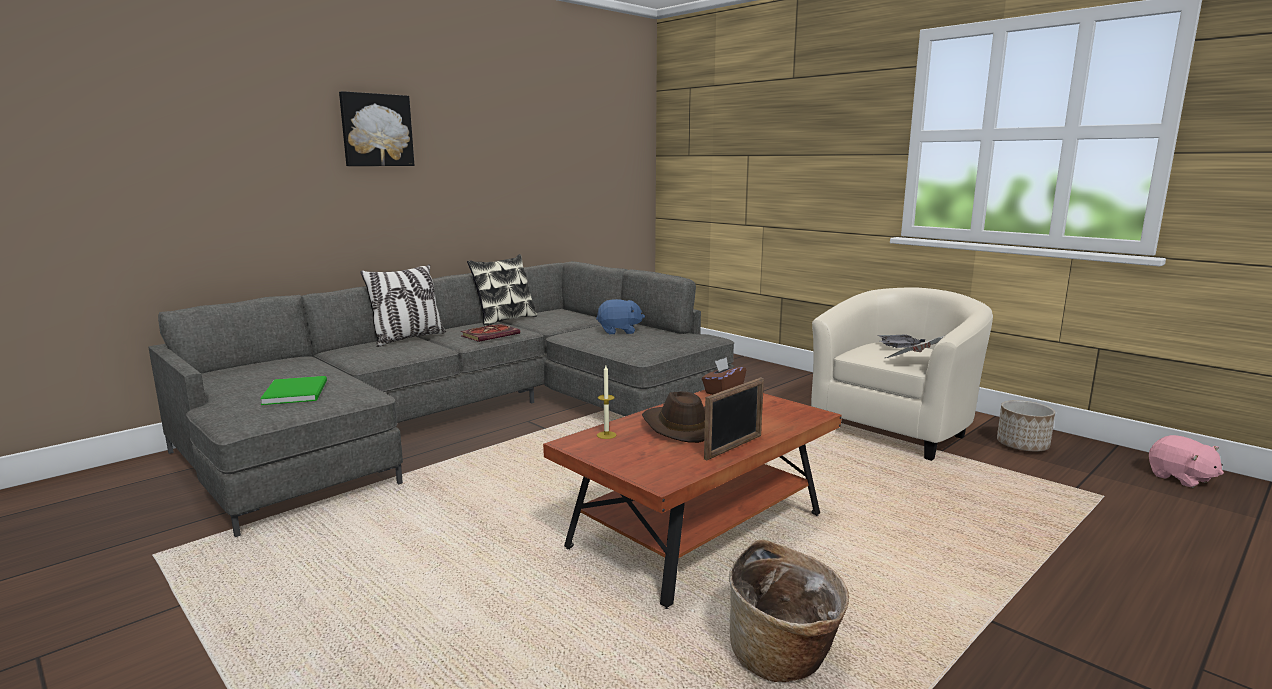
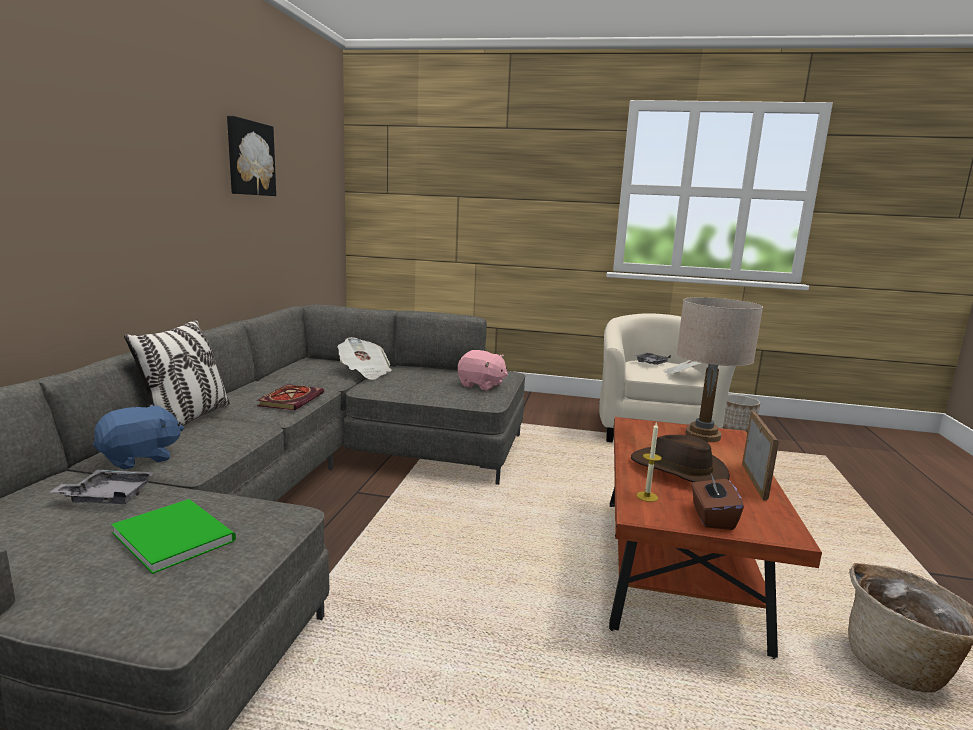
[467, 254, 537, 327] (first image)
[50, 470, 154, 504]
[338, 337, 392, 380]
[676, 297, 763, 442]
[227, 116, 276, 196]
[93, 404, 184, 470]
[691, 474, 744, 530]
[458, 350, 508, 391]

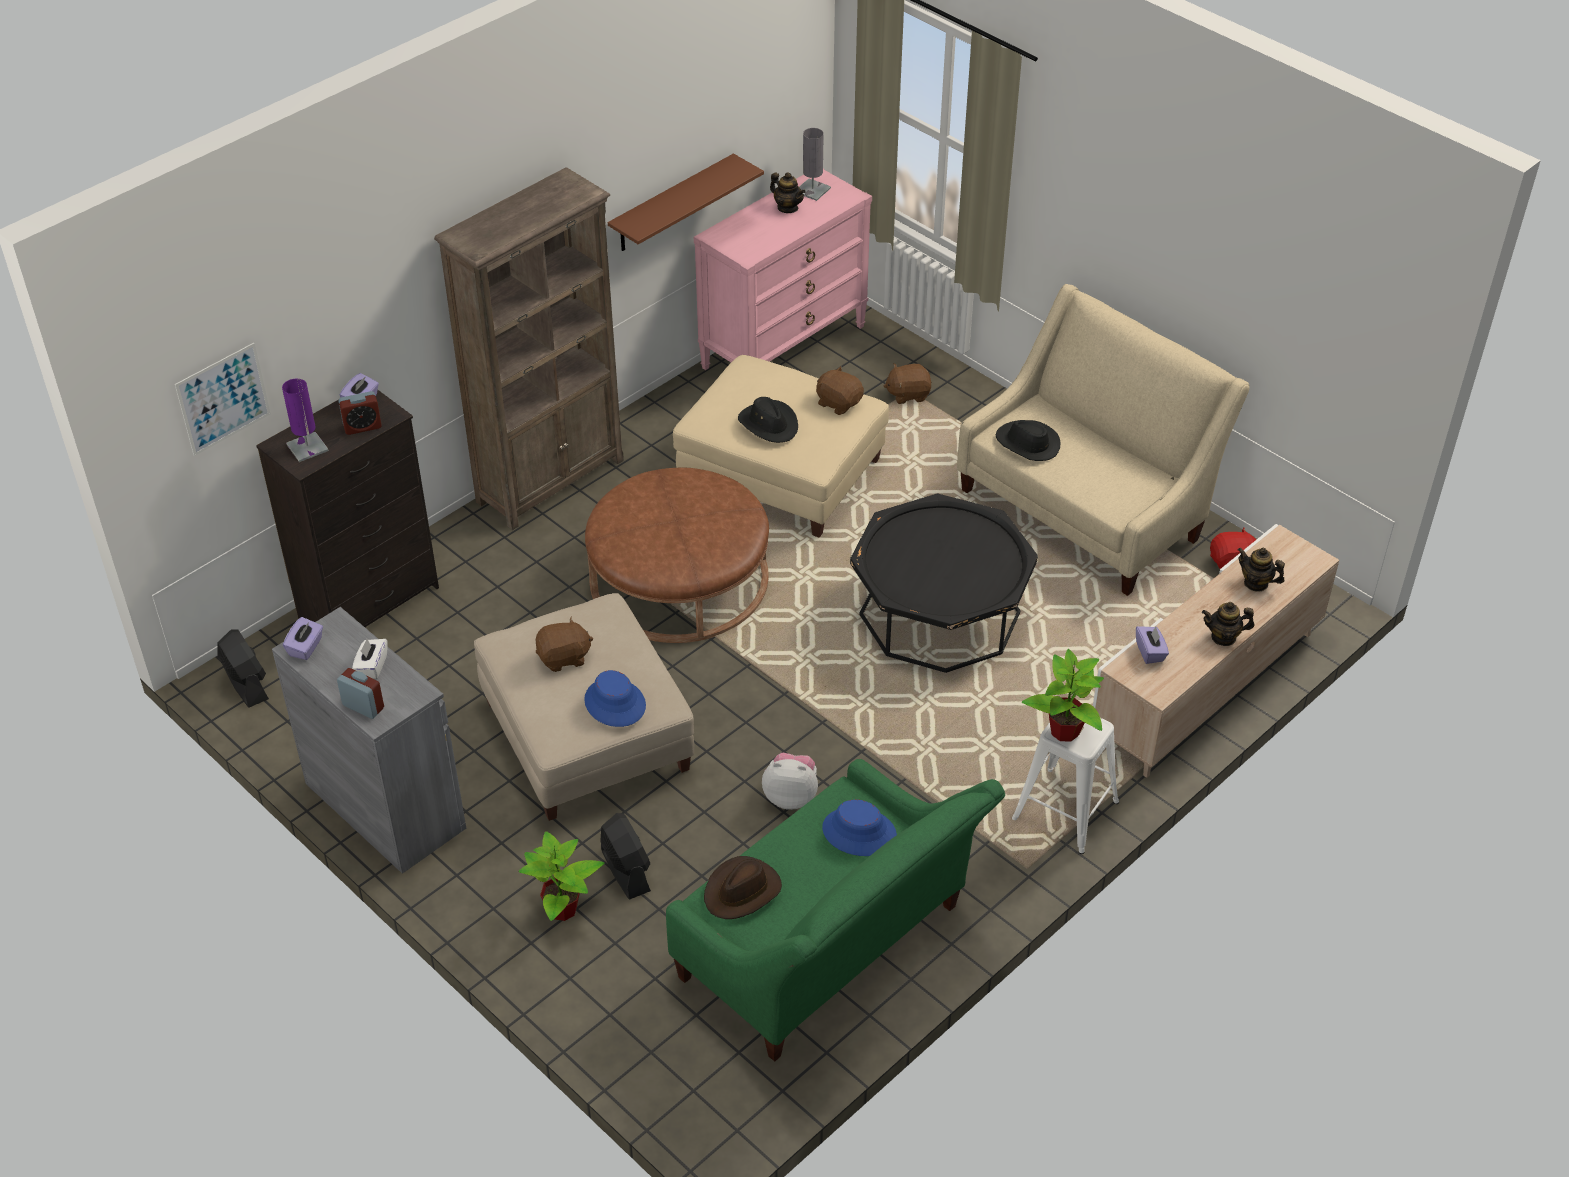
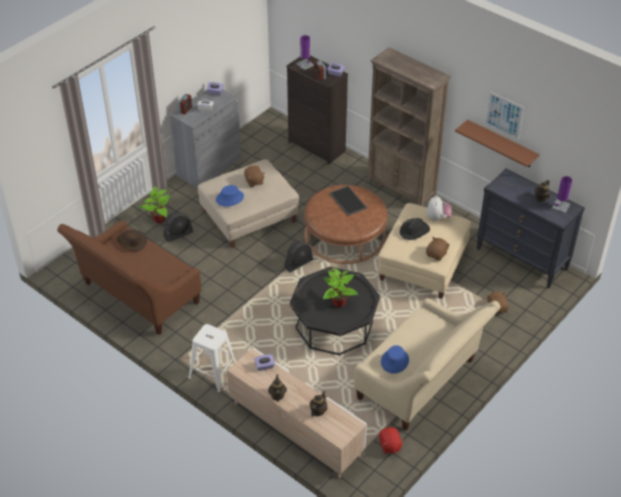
[996, 420, 1061, 461] (first image)
[329, 186, 367, 216]
[485, 91, 524, 140]
[284, 241, 313, 273]
[427, 195, 452, 221]
[381, 345, 409, 374]
[323, 268, 358, 307]
[57, 220, 202, 335]
[477, 169, 585, 288]
[552, 176, 572, 213]

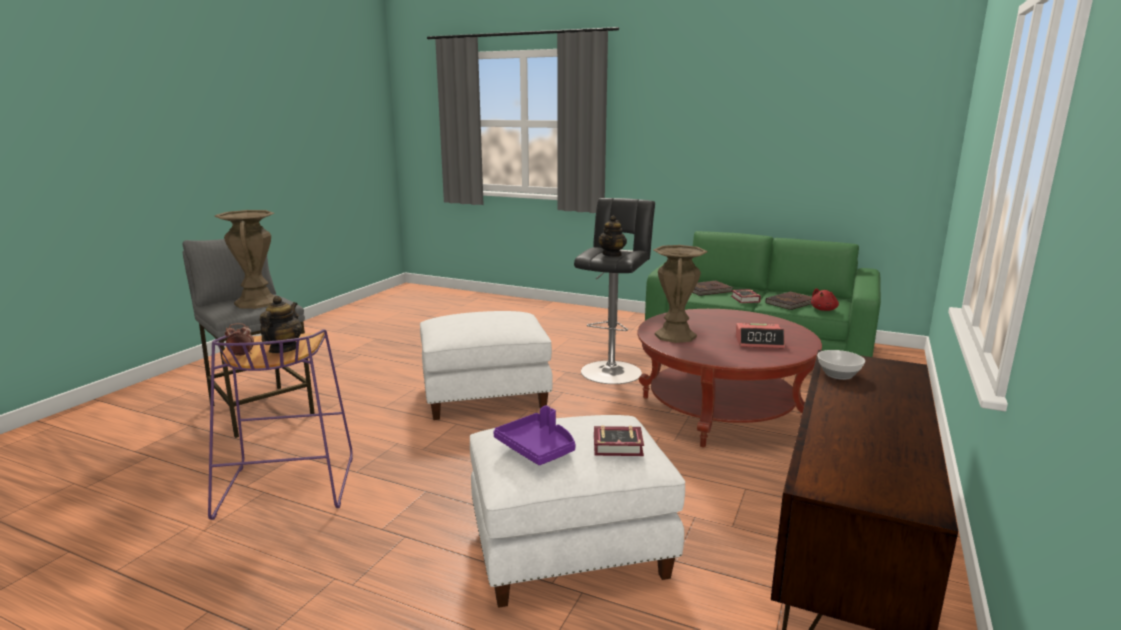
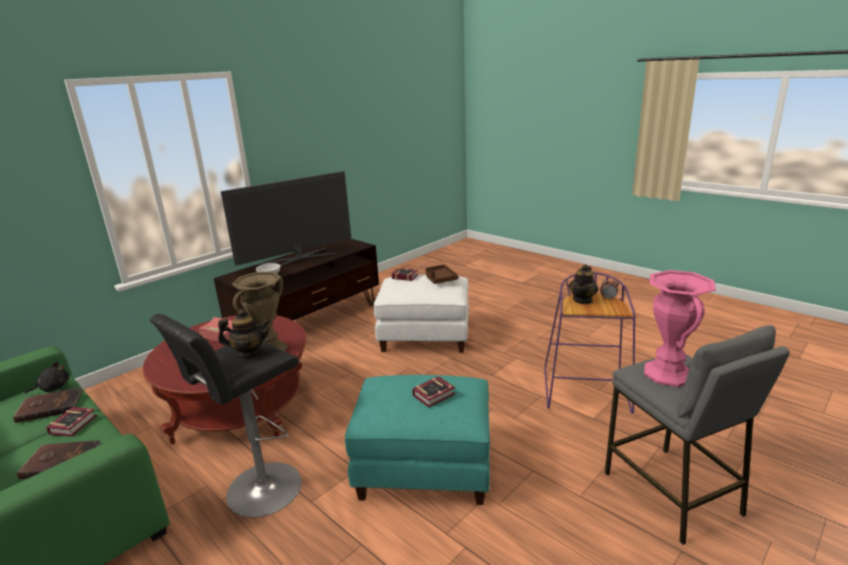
[220, 171, 351, 266]
[412, 376, 455, 407]
[644, 270, 716, 387]
[345, 375, 490, 505]
[426, 265, 458, 284]
[25, 361, 69, 394]
[218, 309, 271, 358]

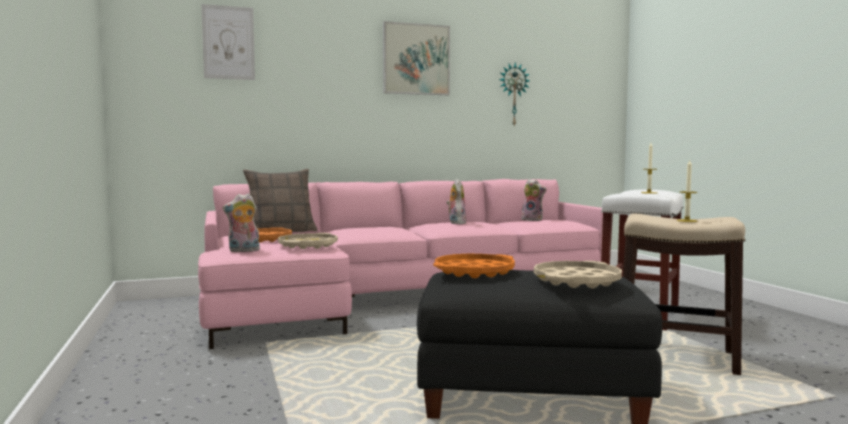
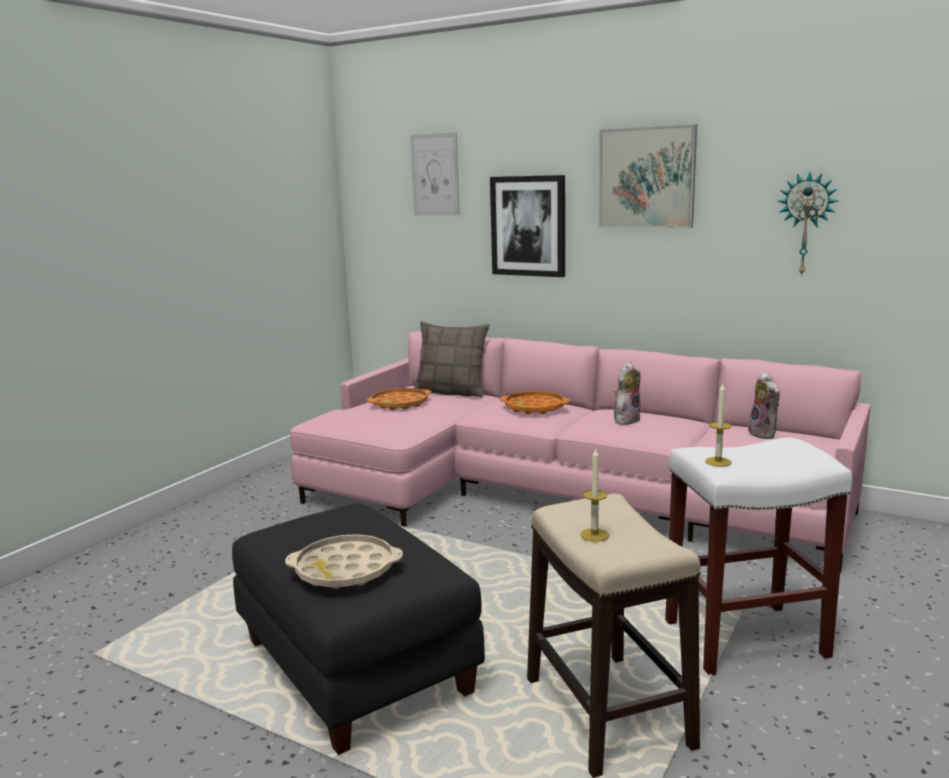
[222, 194, 260, 252] (first image)
[278, 233, 338, 249] (first image)
[490, 175, 565, 277]
[500, 391, 570, 414]

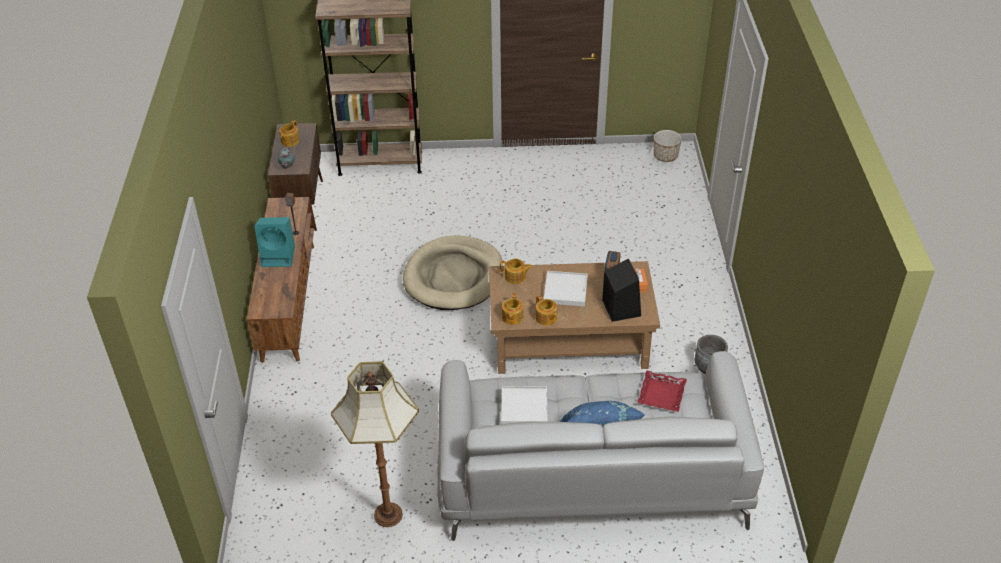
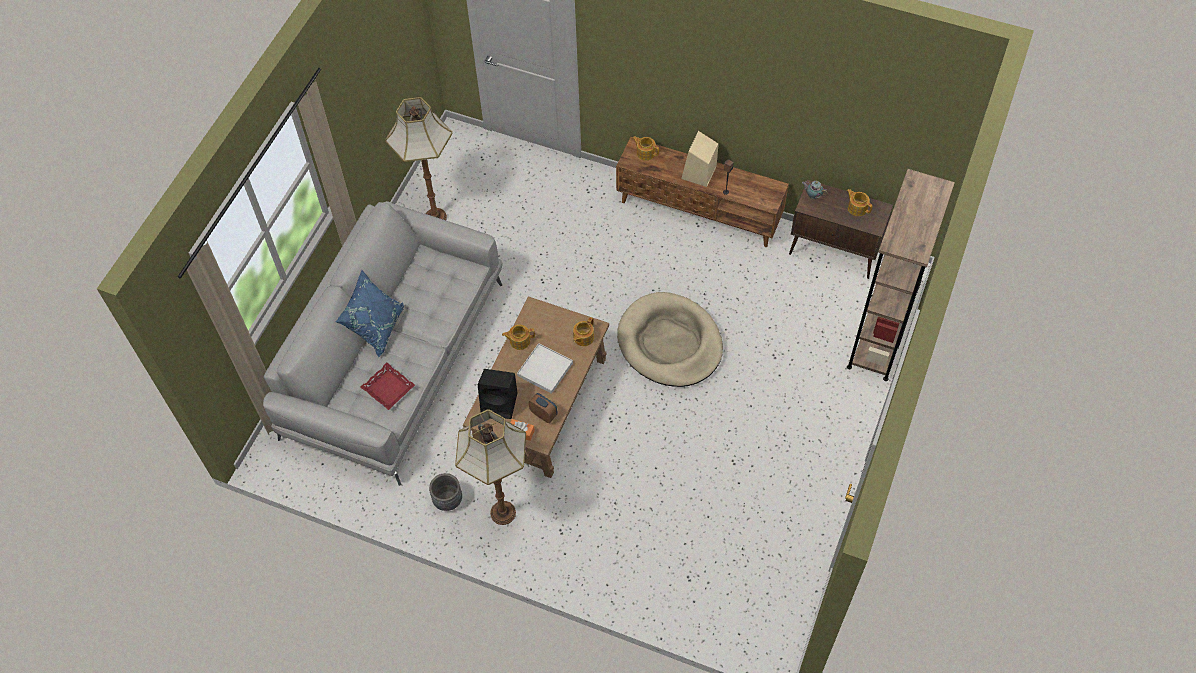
[501, 386, 547, 424] (first image)
[653, 130, 682, 162] (first image)
[455, 409, 526, 525]
[633, 136, 659, 161]
[681, 131, 719, 187]

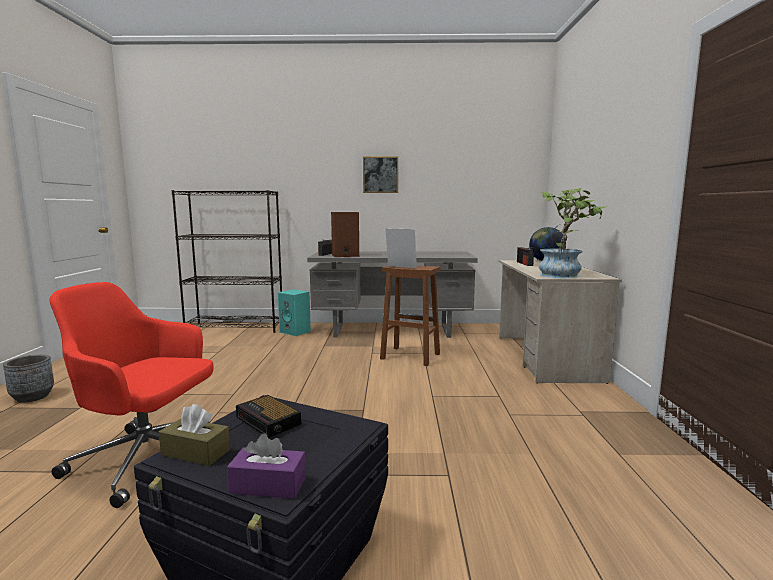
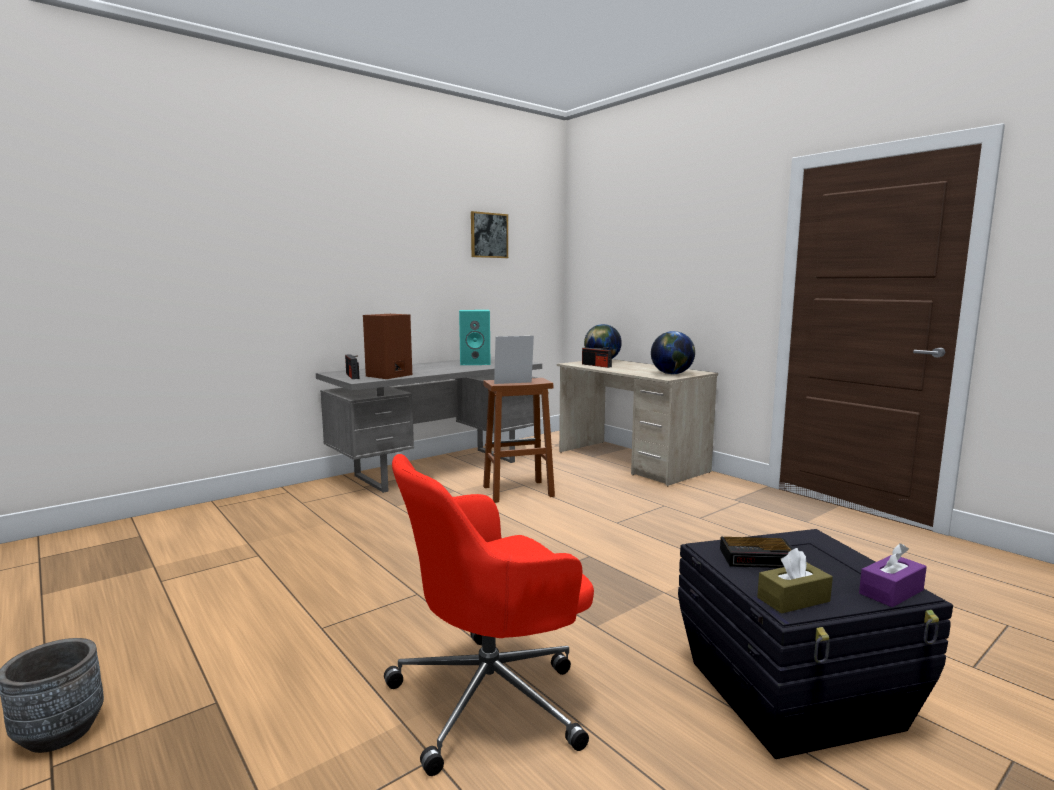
[172, 190, 282, 333] (first image)
[459, 310, 490, 365]
[471, 211, 508, 258]
[651, 331, 695, 374]

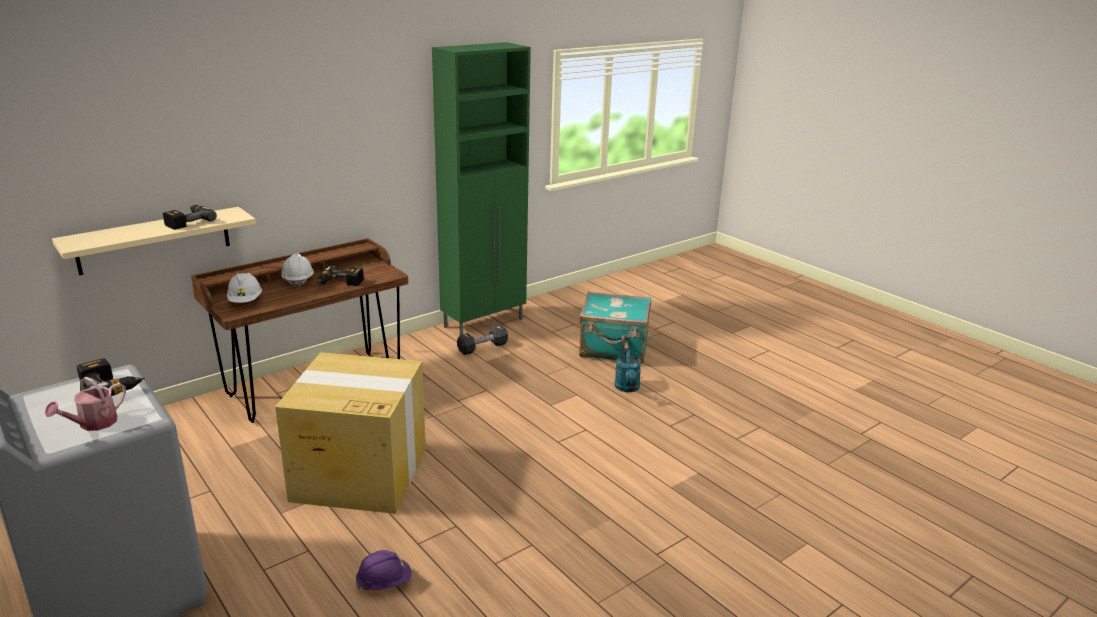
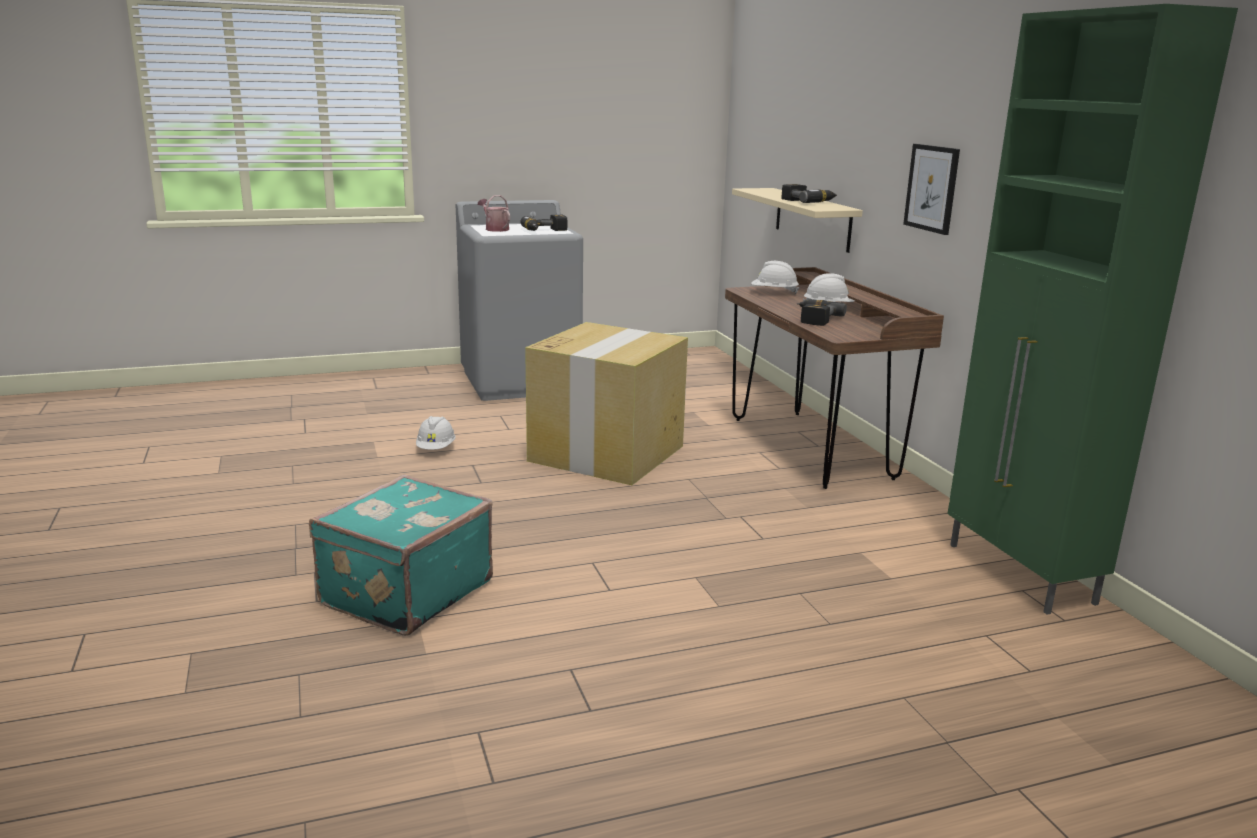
[457, 325, 508, 355] (first image)
[615, 348, 641, 392] (first image)
[903, 144, 960, 235]
[309, 474, 493, 636]
[416, 416, 456, 450]

